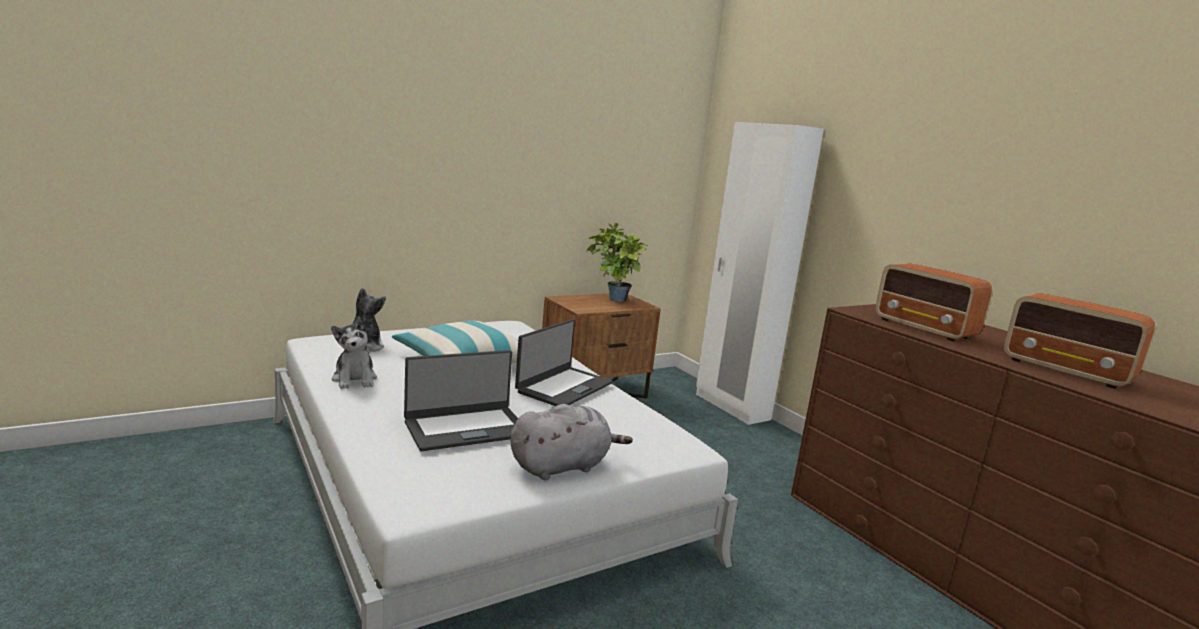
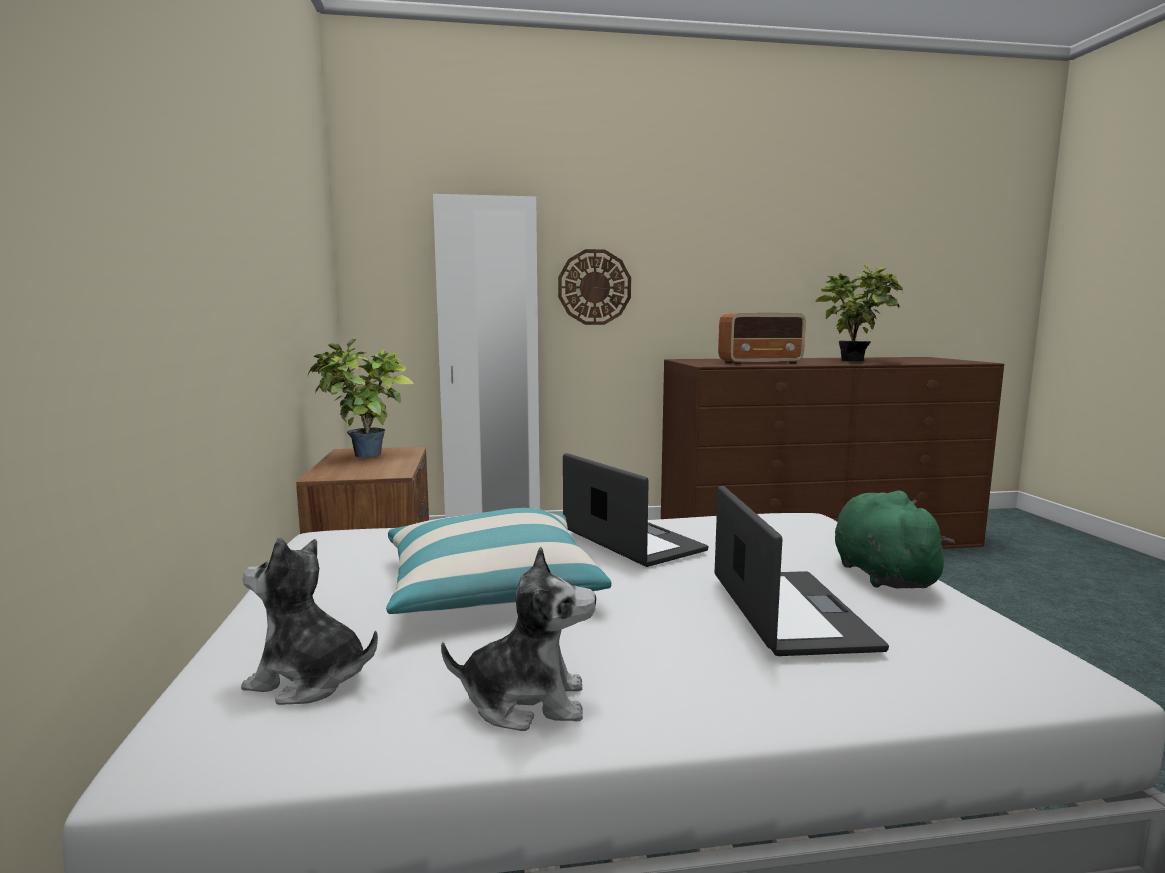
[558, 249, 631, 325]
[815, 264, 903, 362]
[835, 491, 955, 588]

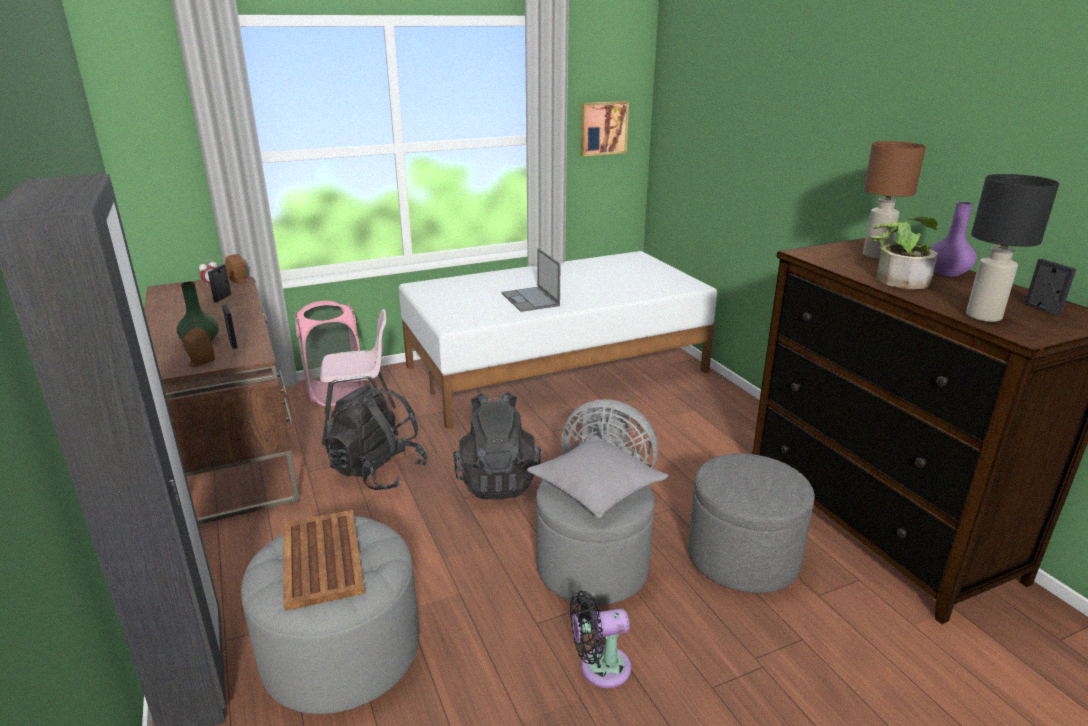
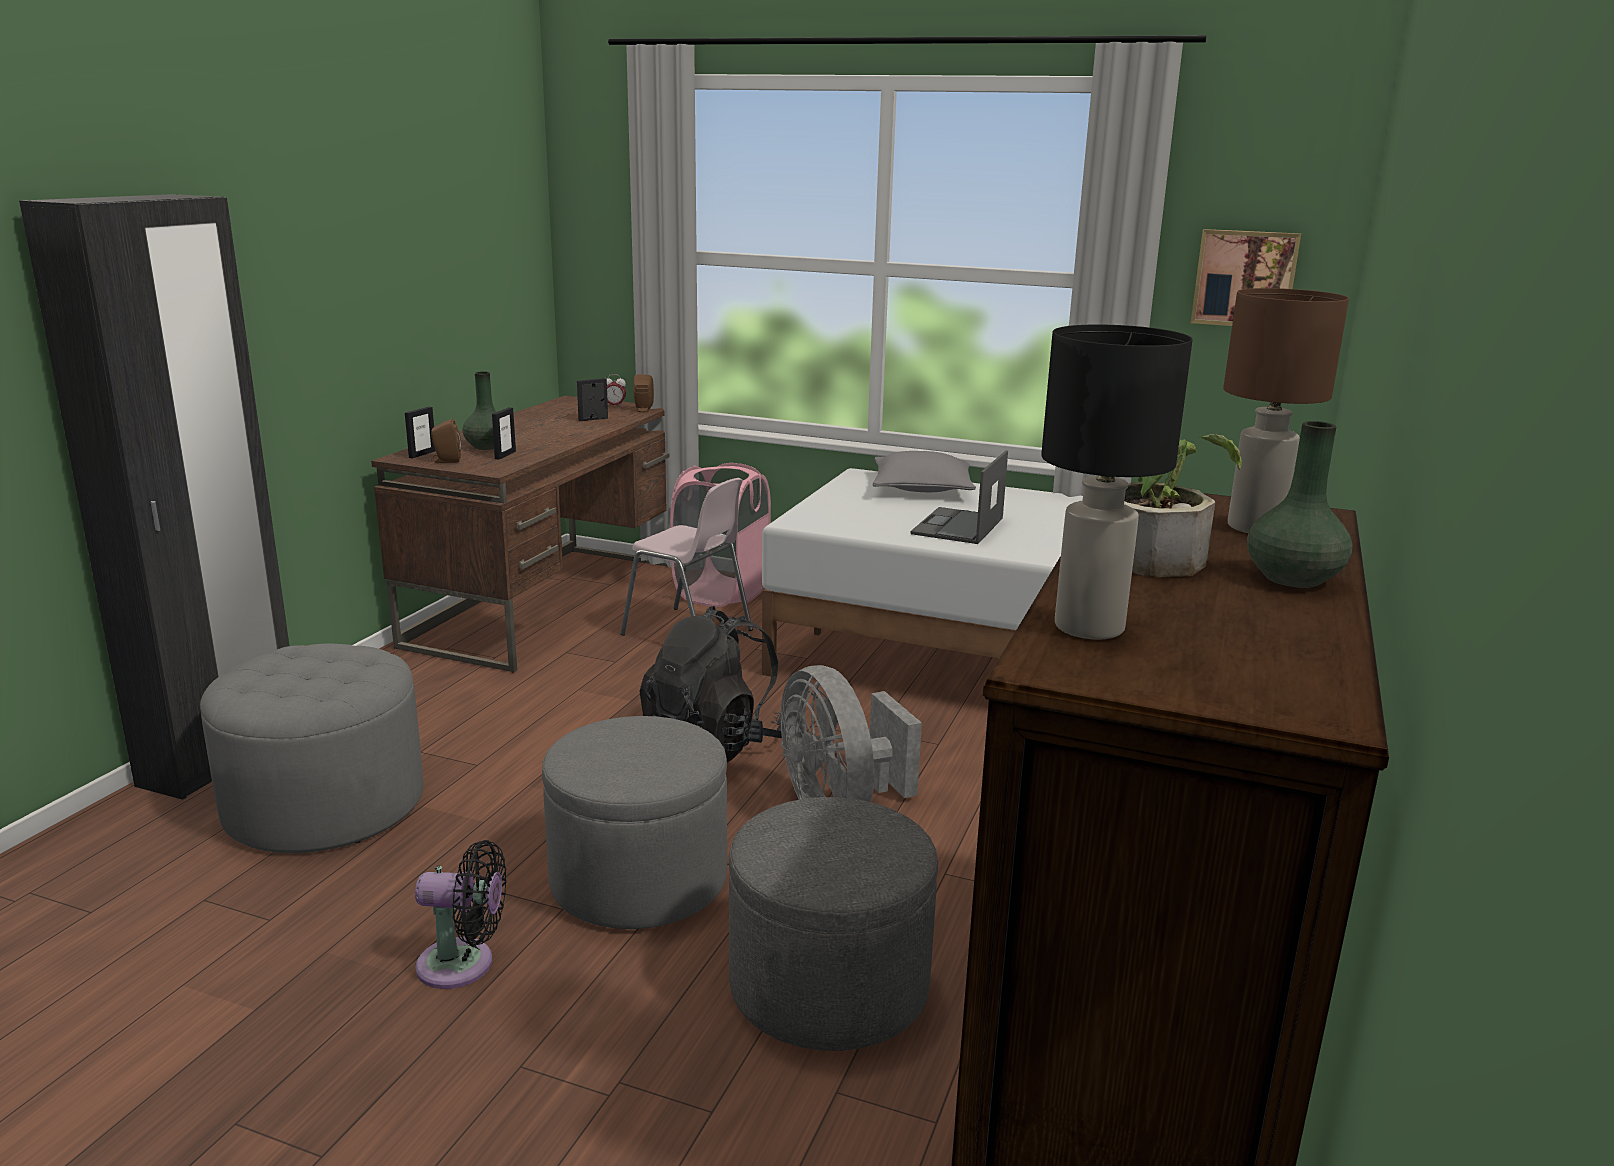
[283, 510, 365, 611] (first image)
[325, 384, 427, 490] (first image)
[873, 451, 976, 492]
[405, 407, 436, 459]
[1247, 421, 1353, 588]
[415, 840, 507, 989]

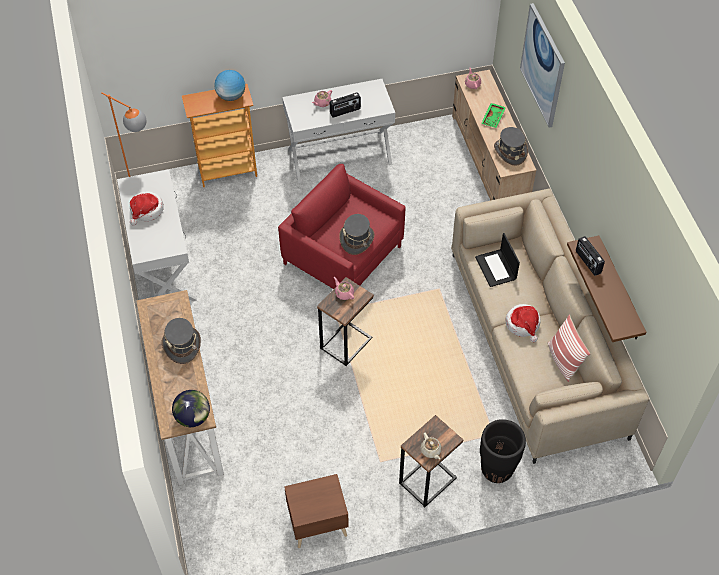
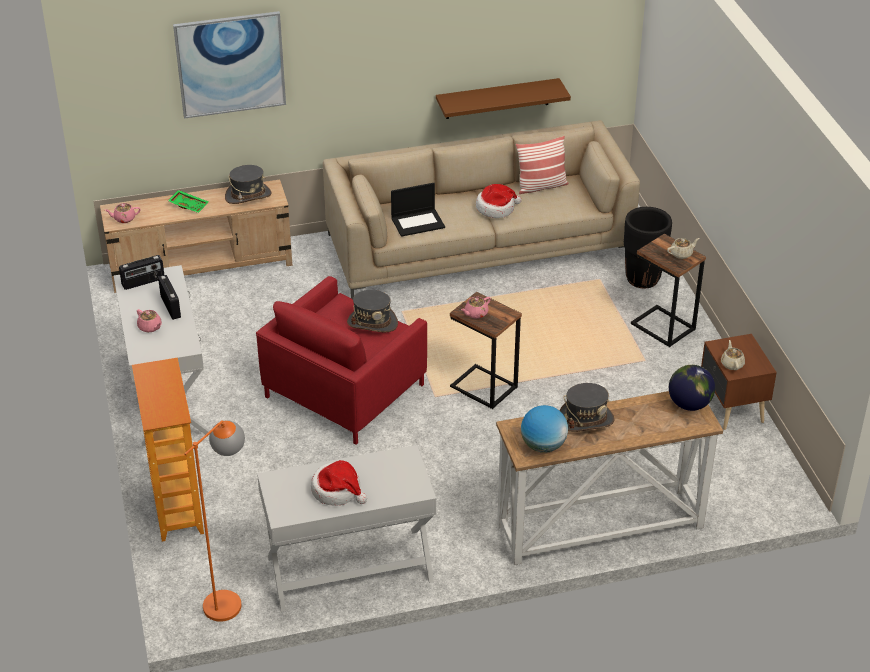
[721, 340, 745, 370]
[521, 405, 568, 453]
[119, 255, 164, 290]

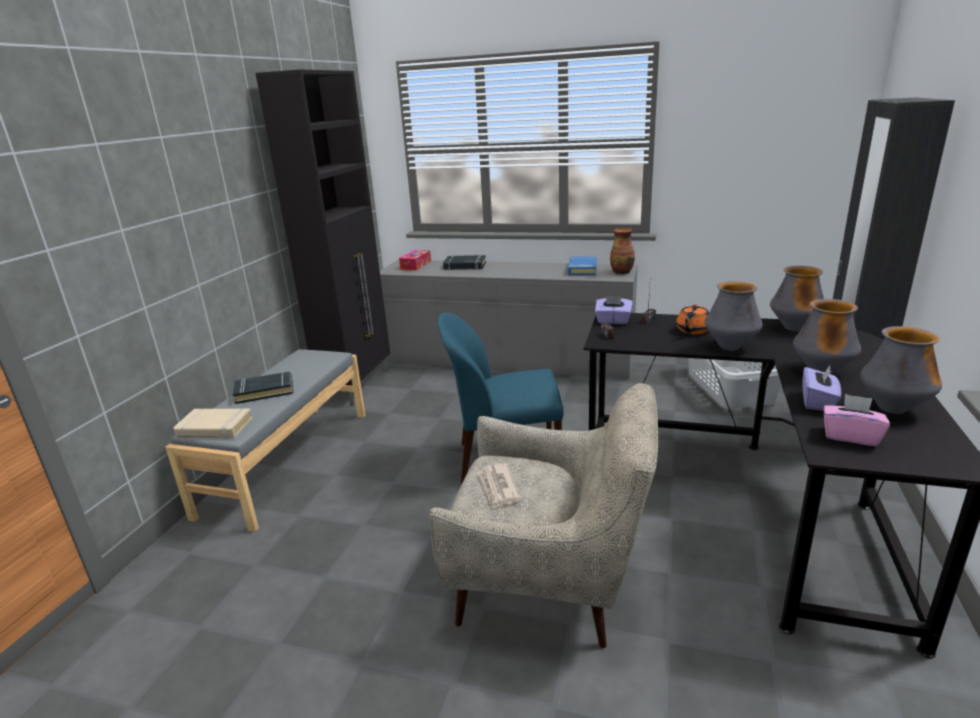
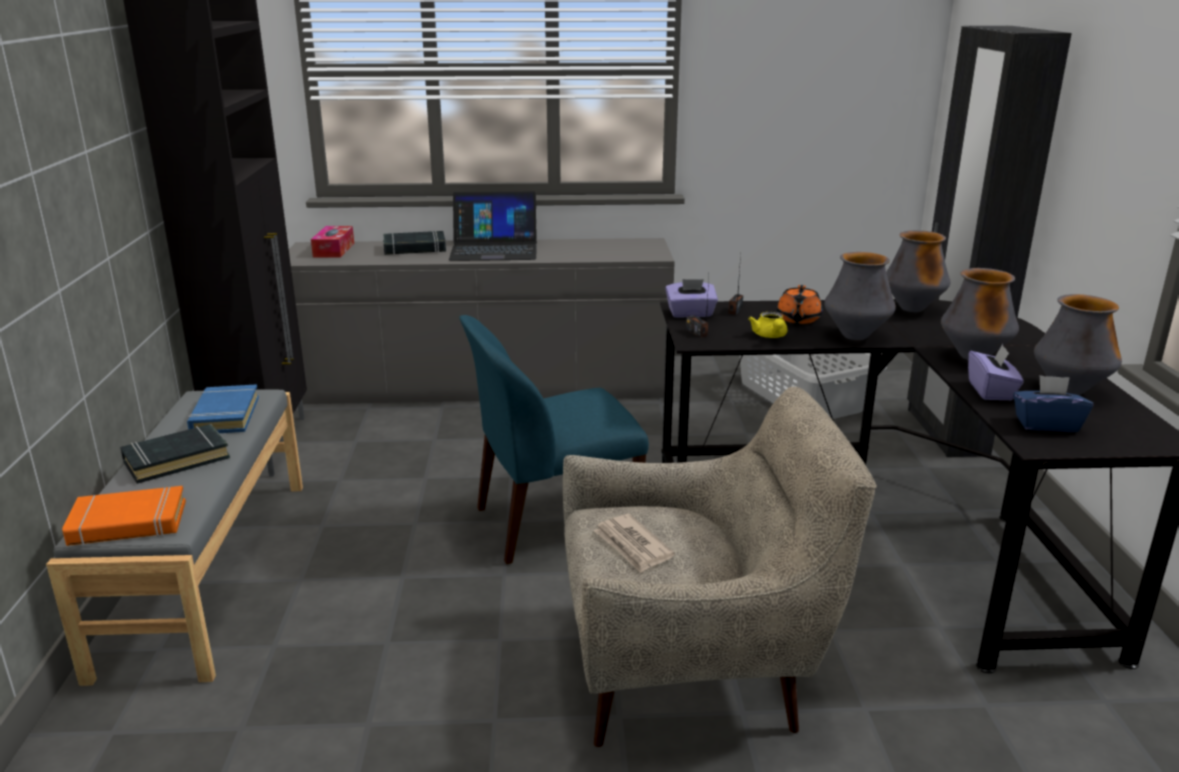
[610, 228, 635, 274] (first image)
[449, 191, 537, 261]
[748, 312, 788, 338]
[187, 384, 259, 433]
[62, 486, 186, 546]
[1013, 375, 1093, 432]

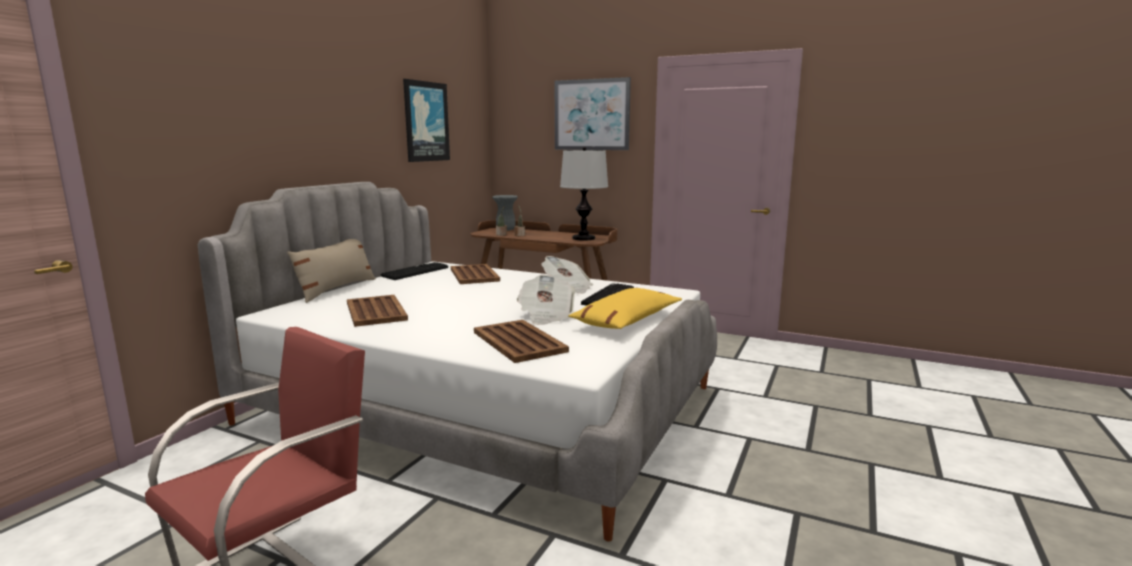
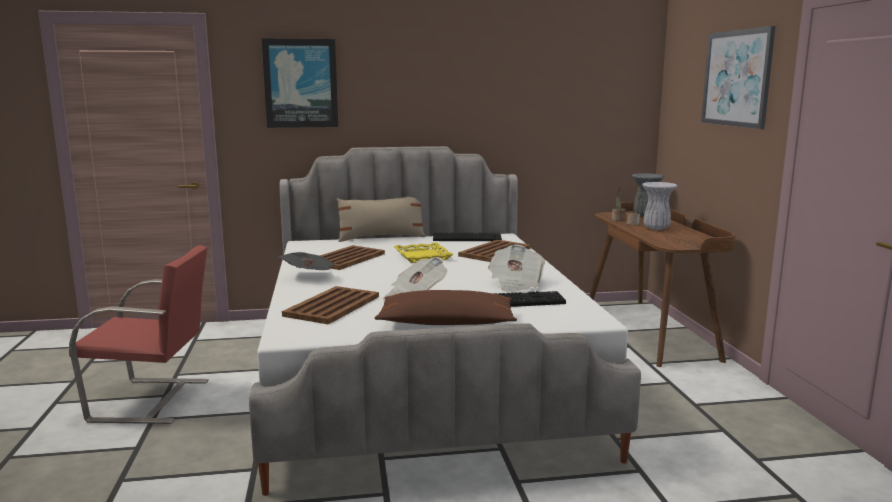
[560, 147, 608, 241] (first image)
[279, 252, 334, 270]
[394, 242, 453, 263]
[642, 182, 677, 230]
[262, 38, 338, 128]
[375, 290, 517, 325]

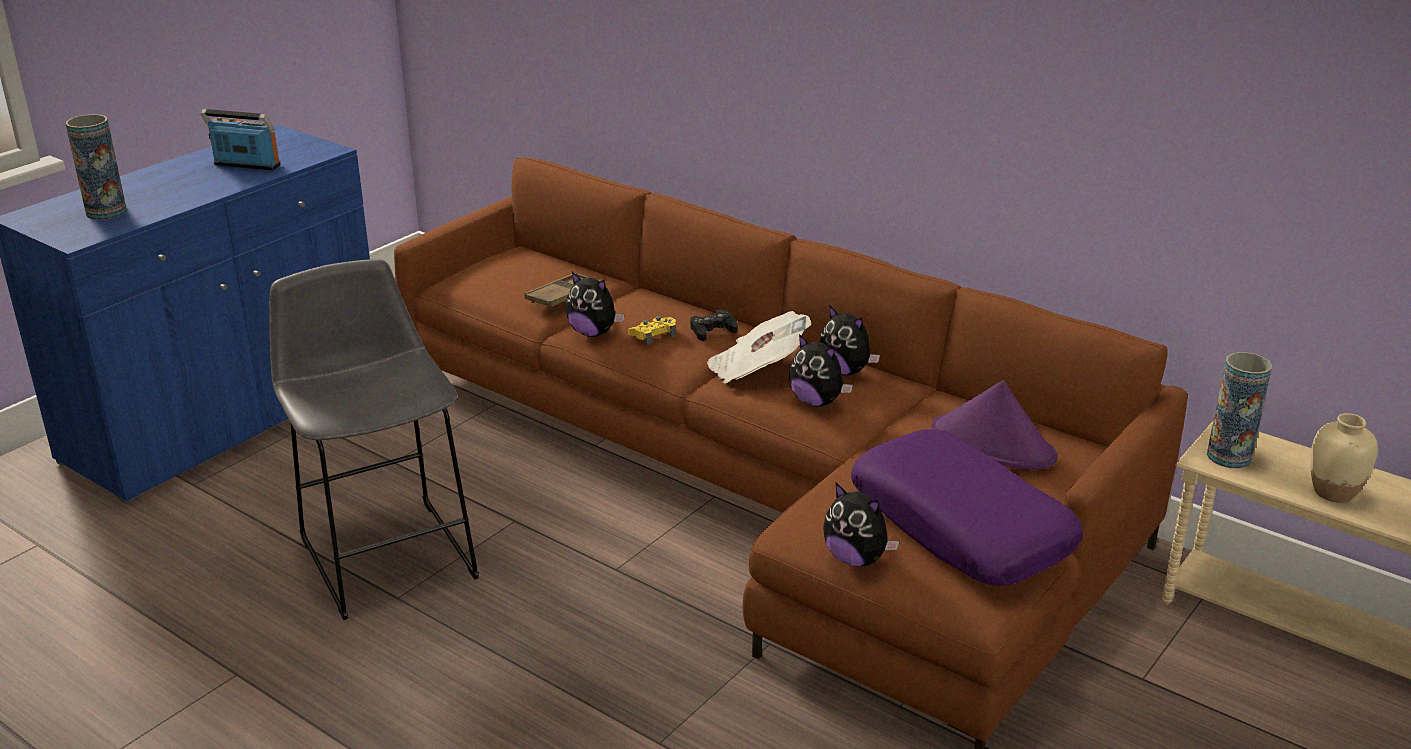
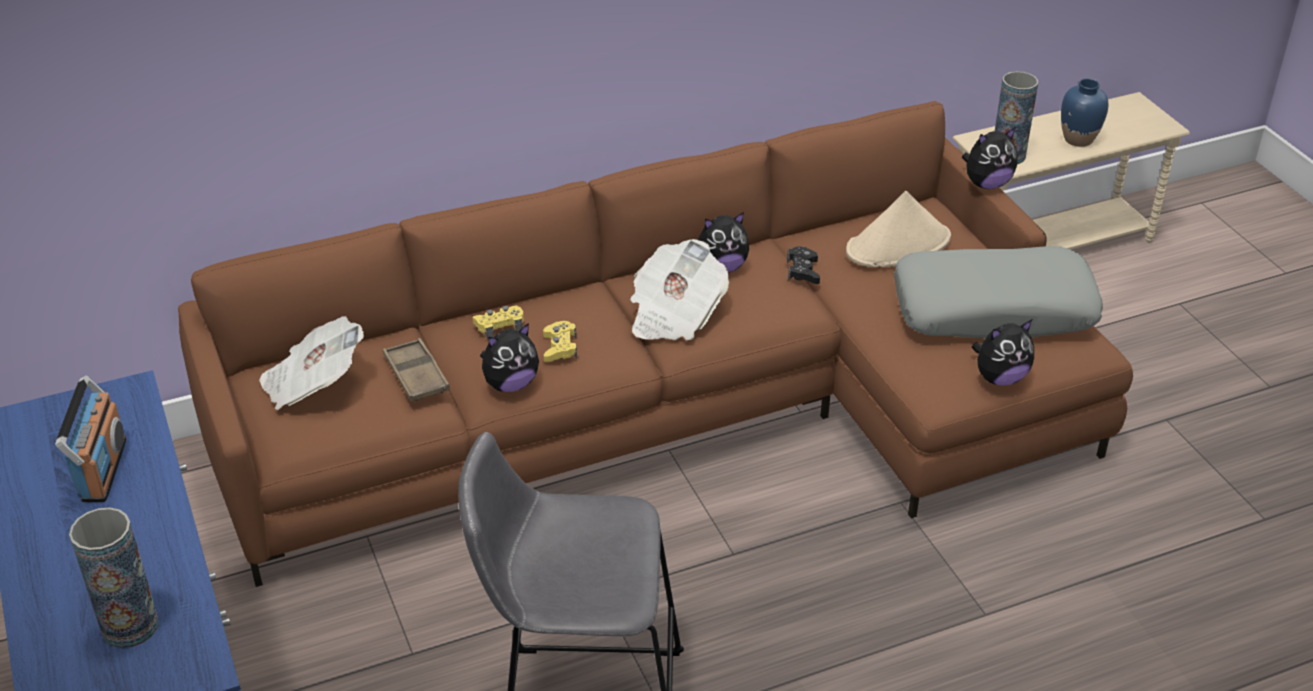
[259, 316, 364, 410]
[473, 305, 524, 339]
[787, 247, 820, 284]
[962, 127, 1017, 189]
[894, 246, 1103, 338]
[846, 191, 951, 267]
[1061, 78, 1108, 147]
[55, 376, 126, 502]

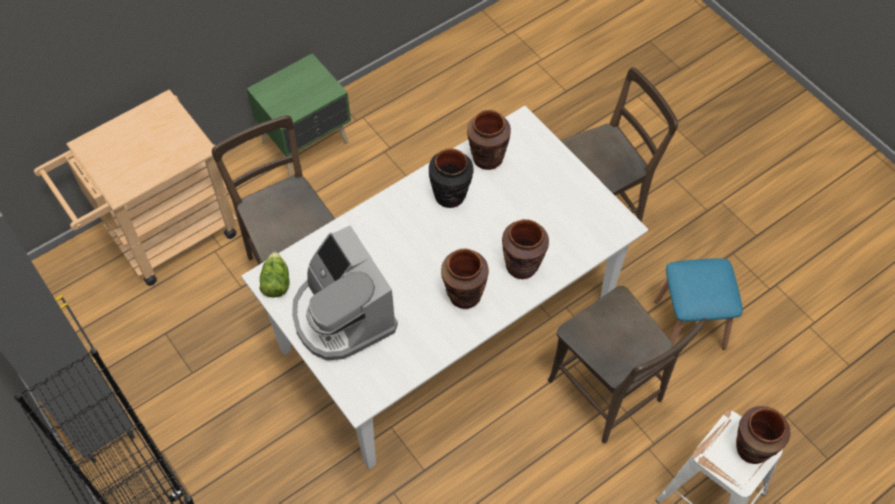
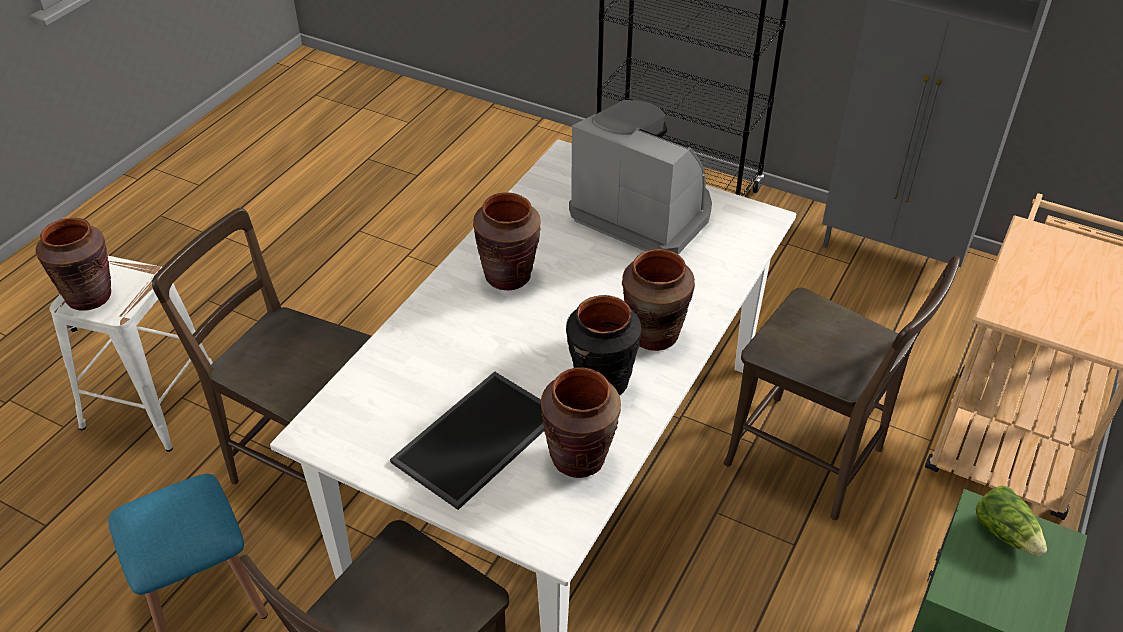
[390, 371, 544, 510]
[976, 486, 1047, 556]
[622, 249, 695, 351]

